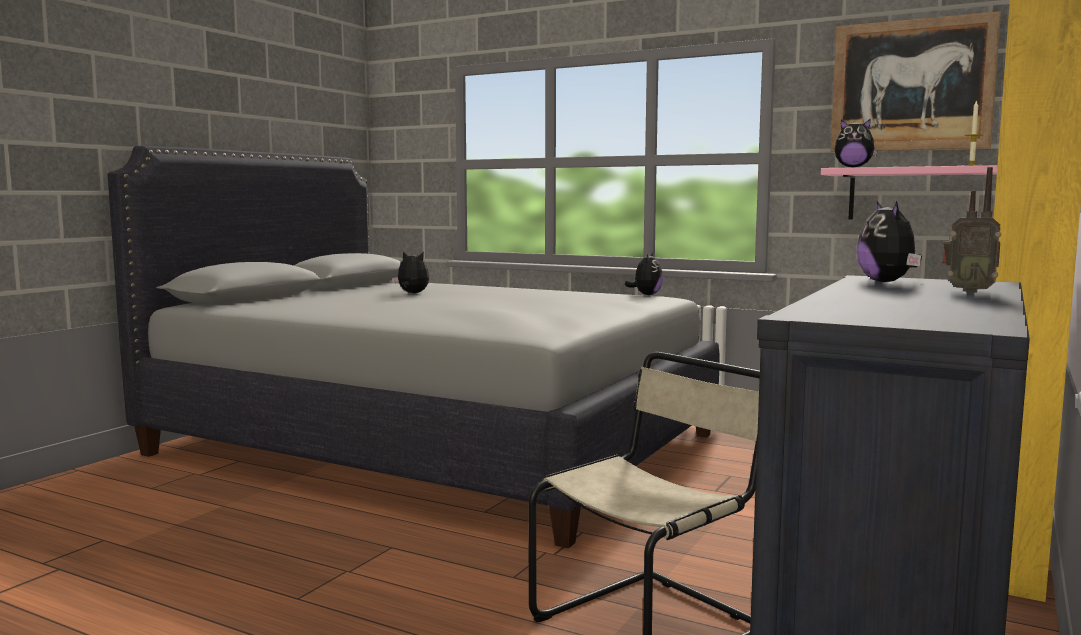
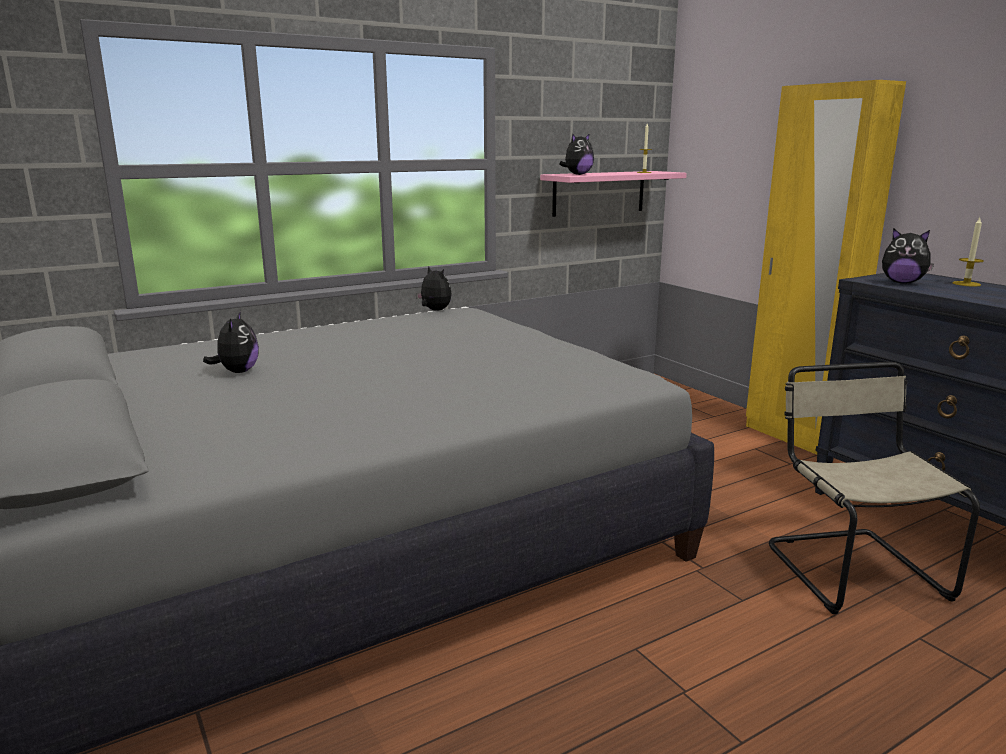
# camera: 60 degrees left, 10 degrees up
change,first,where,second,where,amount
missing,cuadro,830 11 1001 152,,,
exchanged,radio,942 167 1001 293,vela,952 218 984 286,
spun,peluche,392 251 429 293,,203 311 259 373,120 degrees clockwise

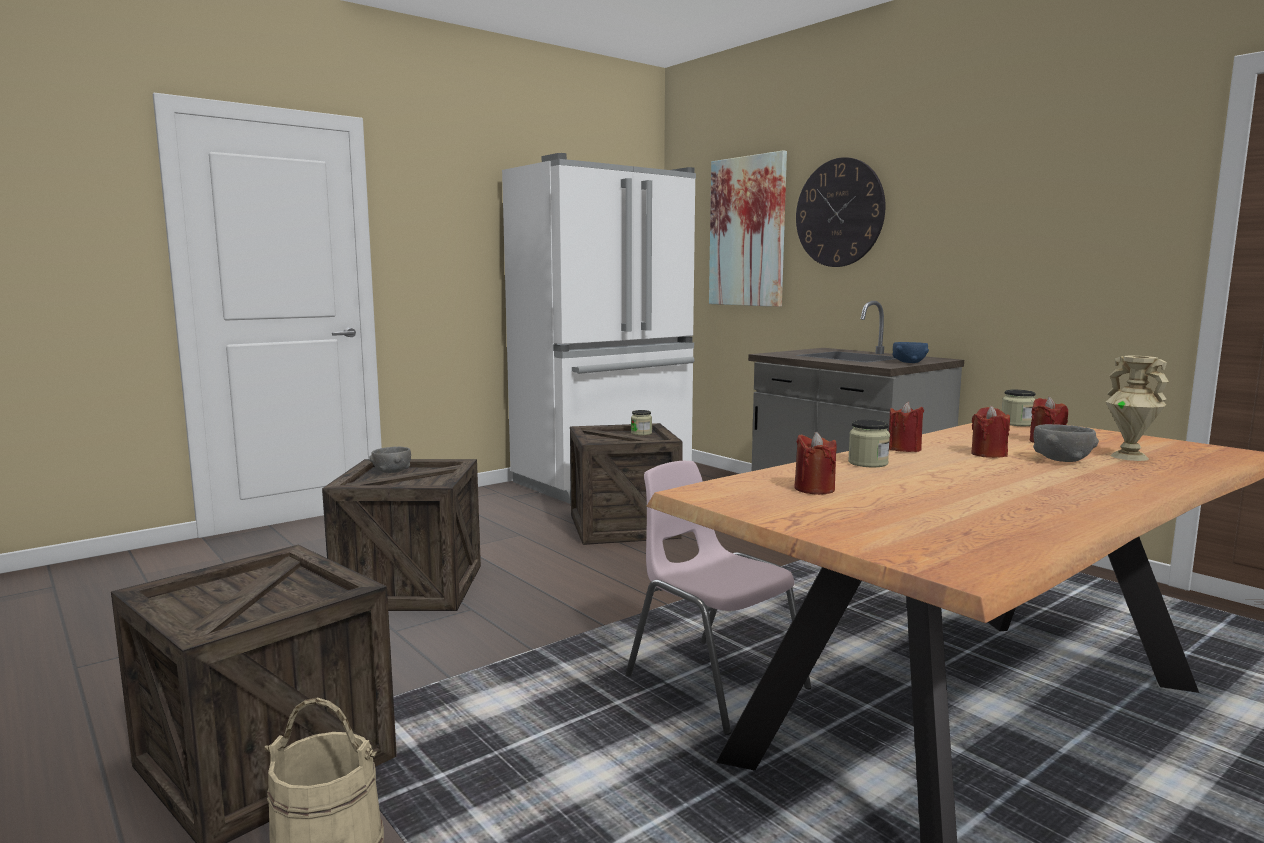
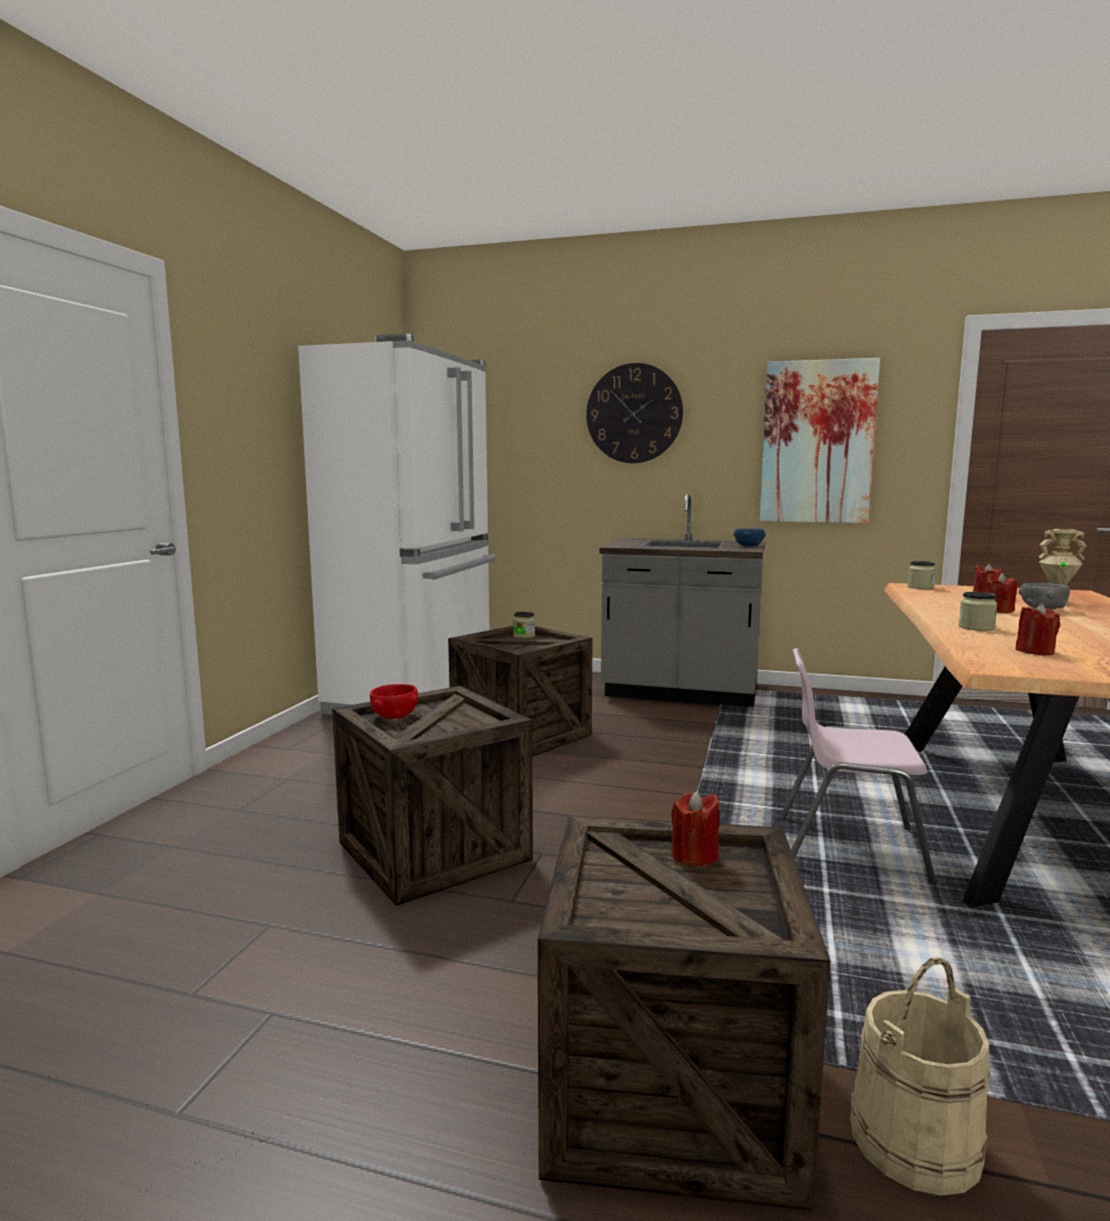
# camera: 35 degrees left, 0 degrees up
change,first,where,second,where,amount
relocated,cuadro,709 150 787 307,,760 358 880 523,
relocated,vela (rojo),889 402 924 452,,671 790 719 866,
colour,cuenco (gris),370 447 411 473,cuenco (rojo),370 684 418 719,

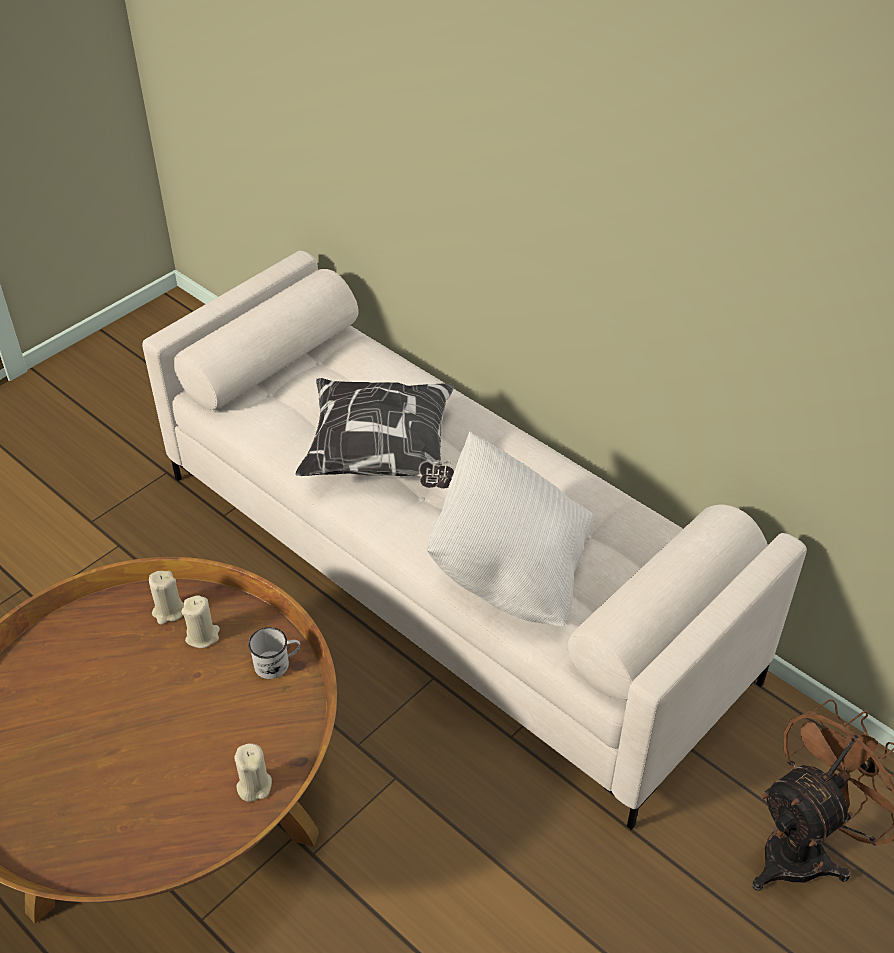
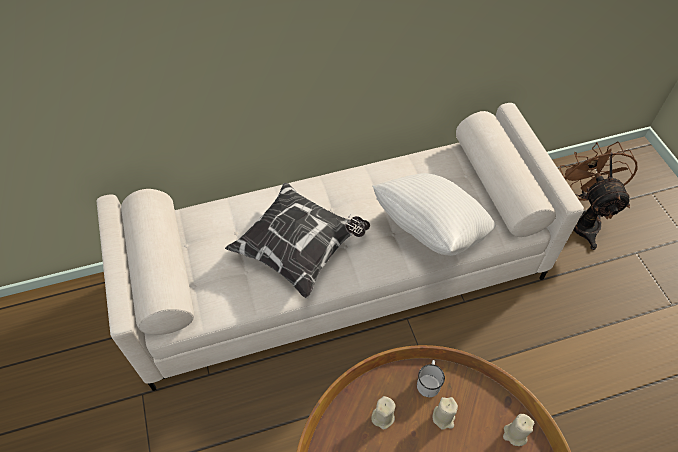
# camera: 60 degrees left, 10 degrees up
change,first,where,second,where,amount
relocated,vela (beis),149 571 184 624,,432 397 458 430,

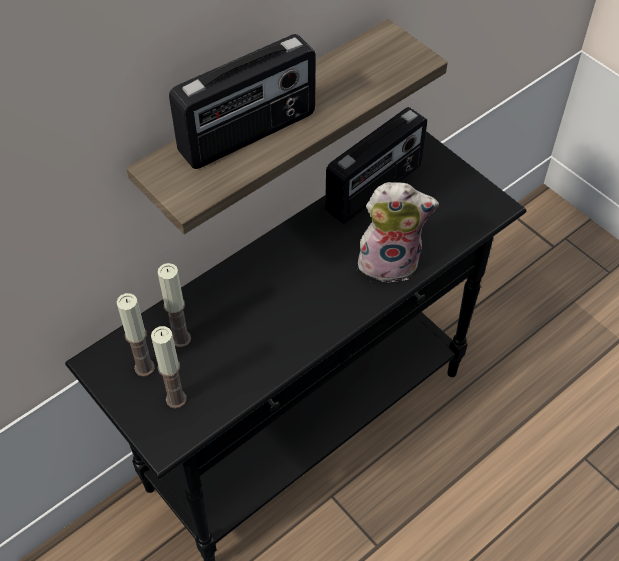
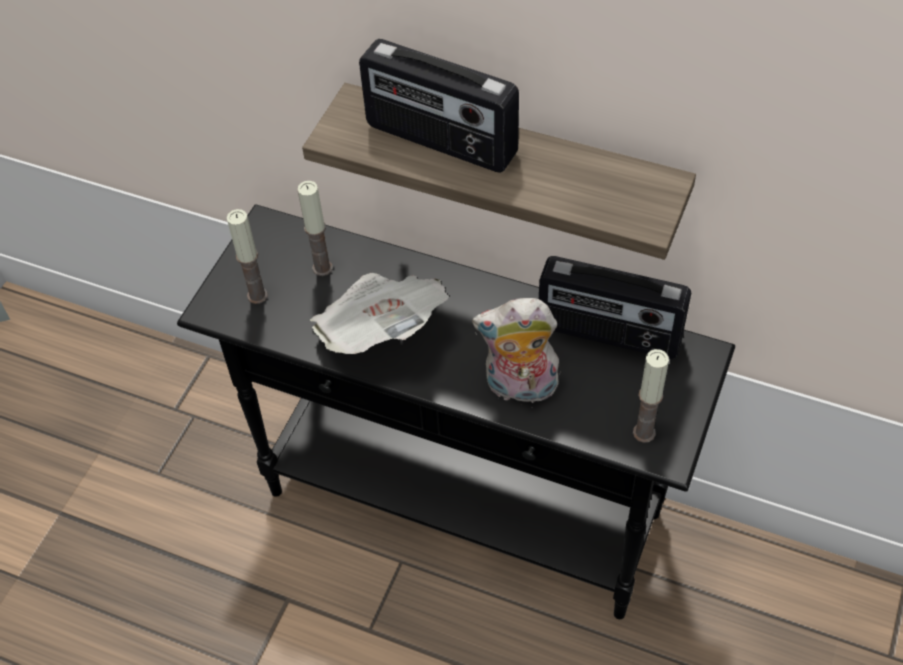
# camera: 65 degrees right, 0 degrees up
change,first,where,second,where,amount
spun,peluche,358 182 439 283,,472 298 561 403,120 degrees clockwise
relocated,vela,116 293 155 377,,633 349 669 443,
appeared,,,periódico,310 273 449 354,

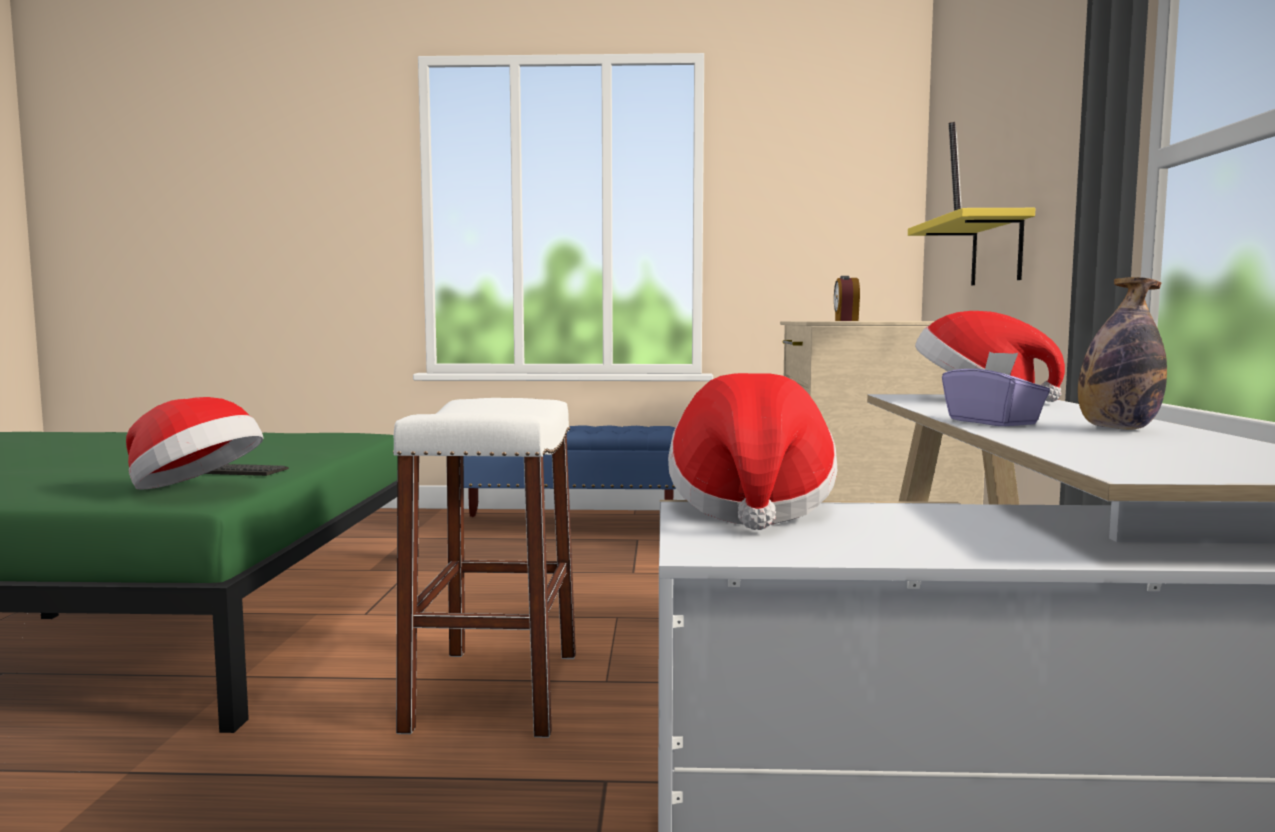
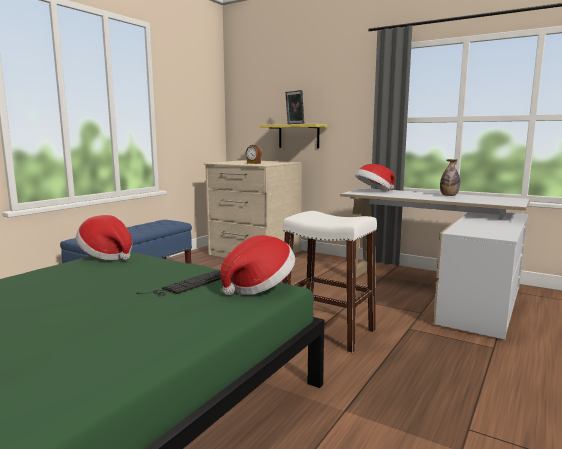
# camera: 60 degrees left, 5 degrees up
change,first,where,second,where,amount
missing,caja de pañuelos (morado),942 352 1050 426,,,
relocated,sombrero,668 373 837 530,,76 215 132 260,

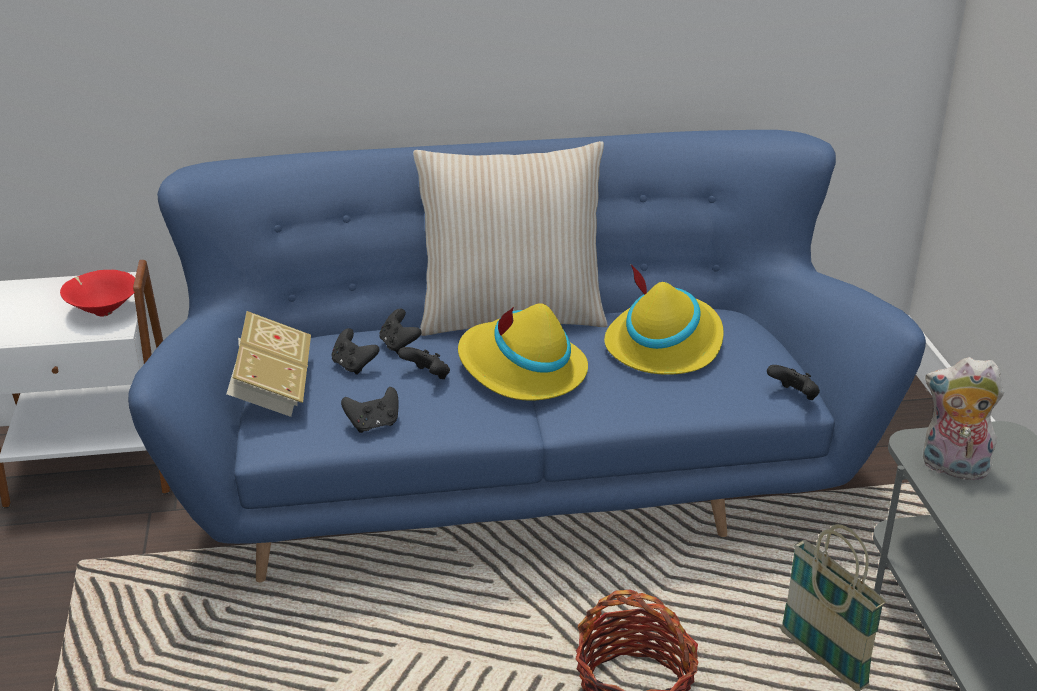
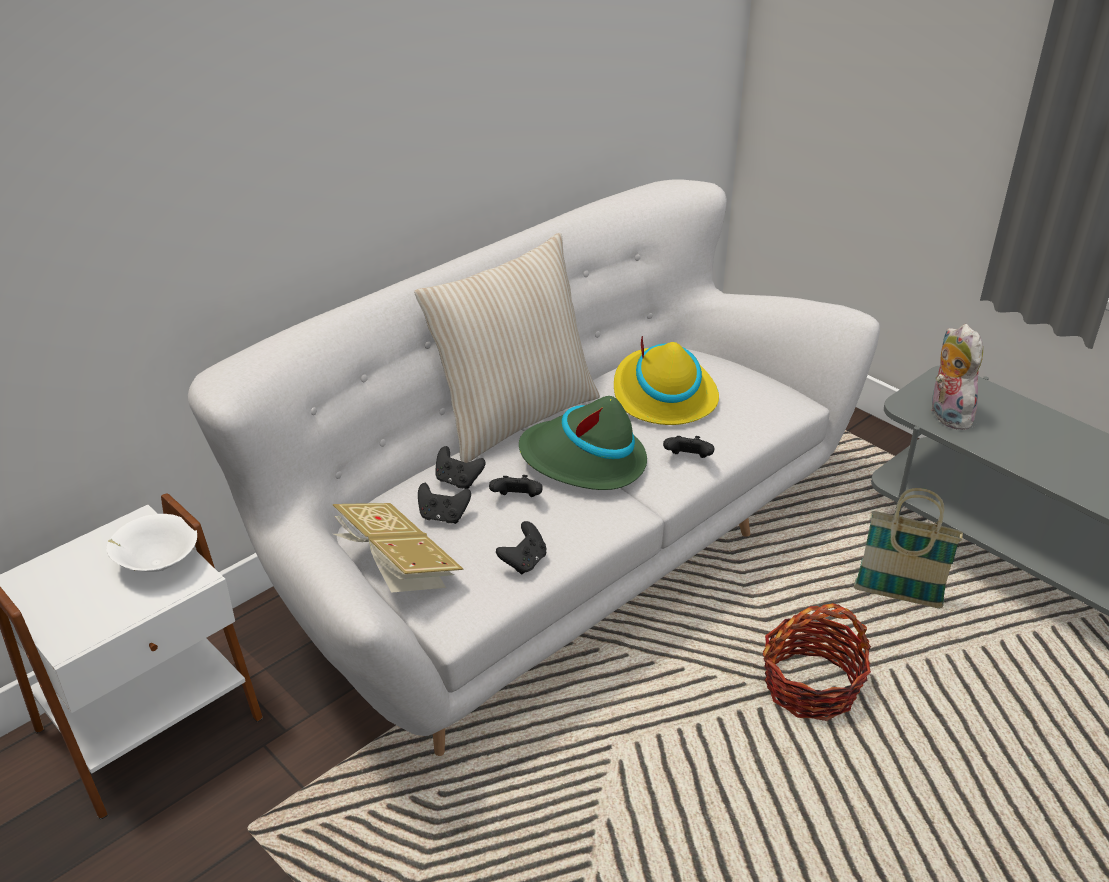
# camera: 35 degrees left, 5 degrees up
change,first,where,second,where,amount
colour,sofá (azul),128 130 926 582,sofá (blanco),188 179 880 756,
colour,cuenco (rojo),60 270 135 317,cuenco (blanco),106 514 197 572,
colour,sombrero (amarillo),458 303 588 401,sombrero (verde),519 396 647 490,
spun,peluche,923 357 1004 480,,931 324 983 430,90 degrees clockwise
relocated,mando de consola (negro),767 365 820 400,,663 436 715 458,

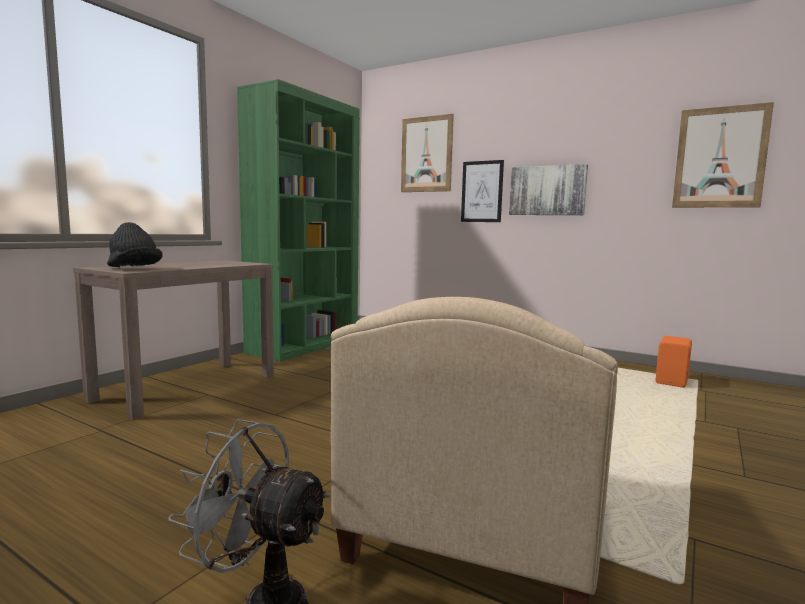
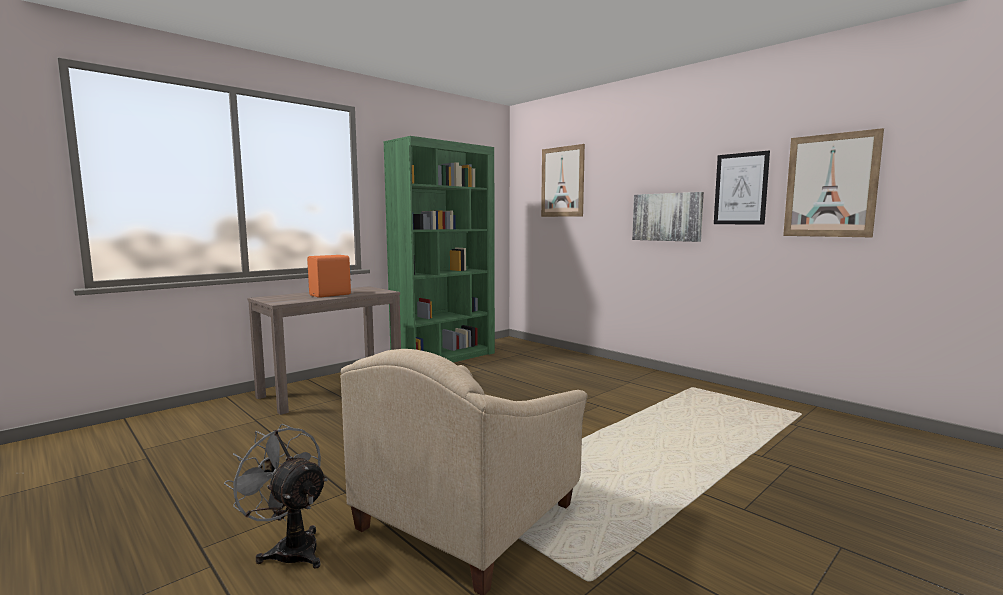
# camera: 15 degrees right, 0 degrees up
change,first,where,second,where,amount
relocated,cuadro,461 160 504 222,,714 150 770 224,
missing,sombrero (negro),107 222 163 267,,,
relocated,altavoz (naranja),655 336 692 388,,307 255 351 298,

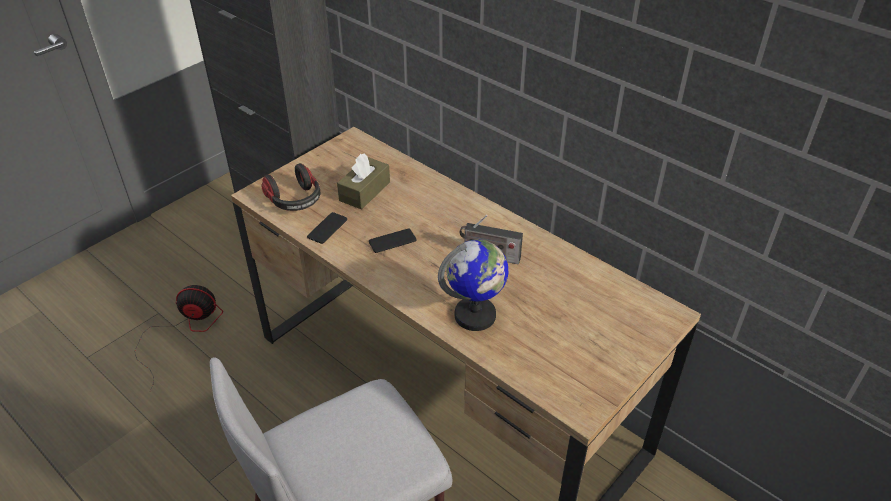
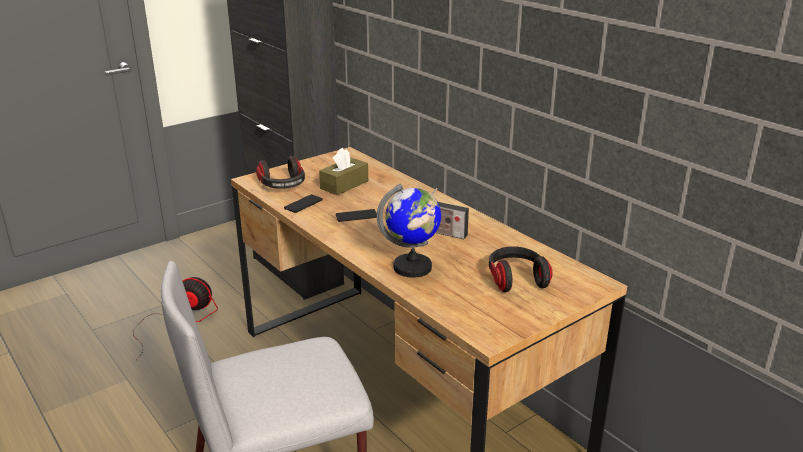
# camera: 10 degrees right, 15 degrees down
change,first,where,second,where,amount
appeared,,,auriculares,489 246 553 292,

